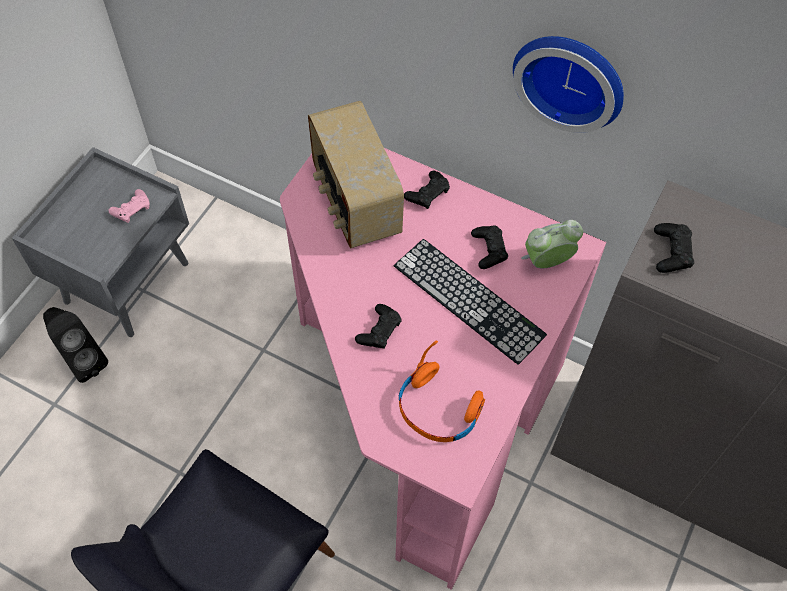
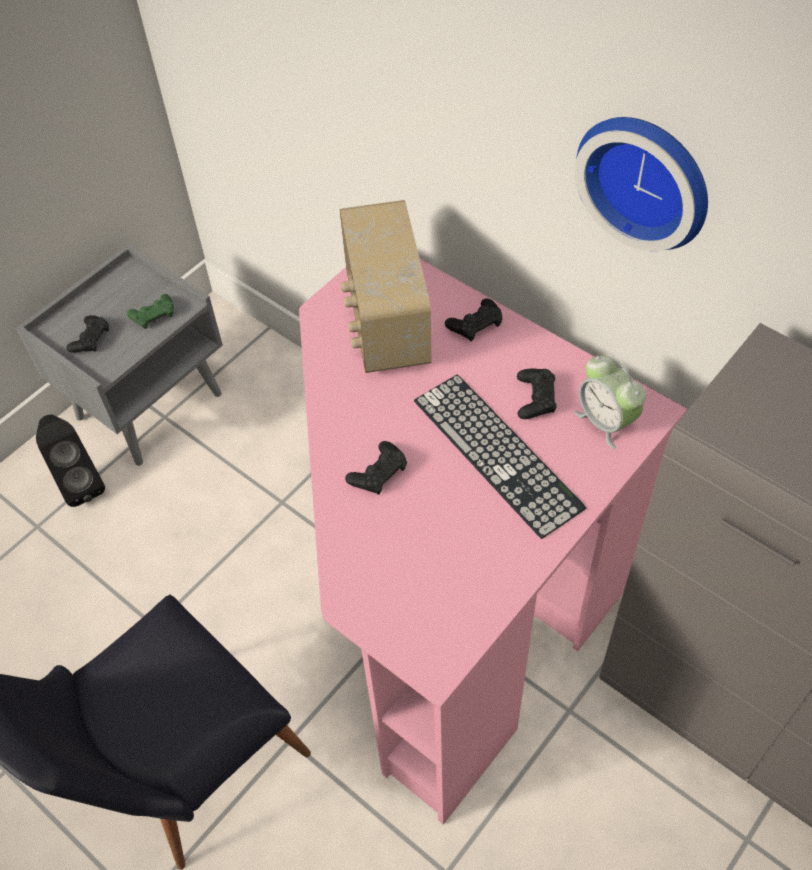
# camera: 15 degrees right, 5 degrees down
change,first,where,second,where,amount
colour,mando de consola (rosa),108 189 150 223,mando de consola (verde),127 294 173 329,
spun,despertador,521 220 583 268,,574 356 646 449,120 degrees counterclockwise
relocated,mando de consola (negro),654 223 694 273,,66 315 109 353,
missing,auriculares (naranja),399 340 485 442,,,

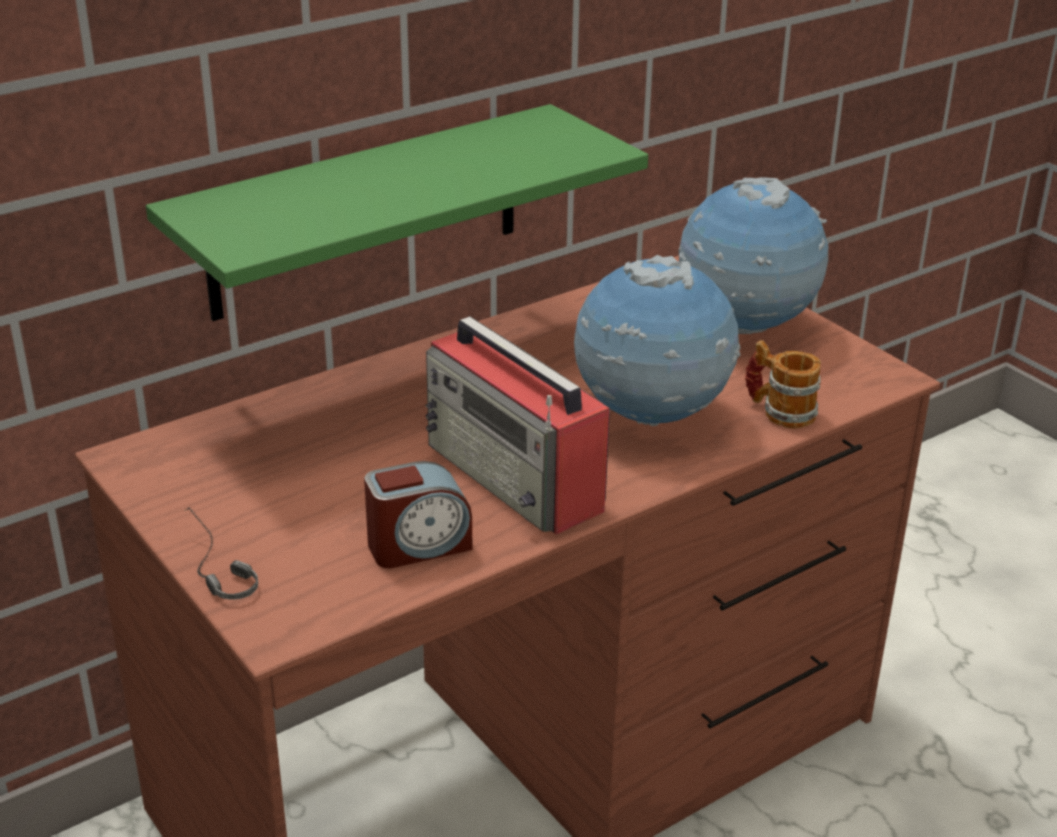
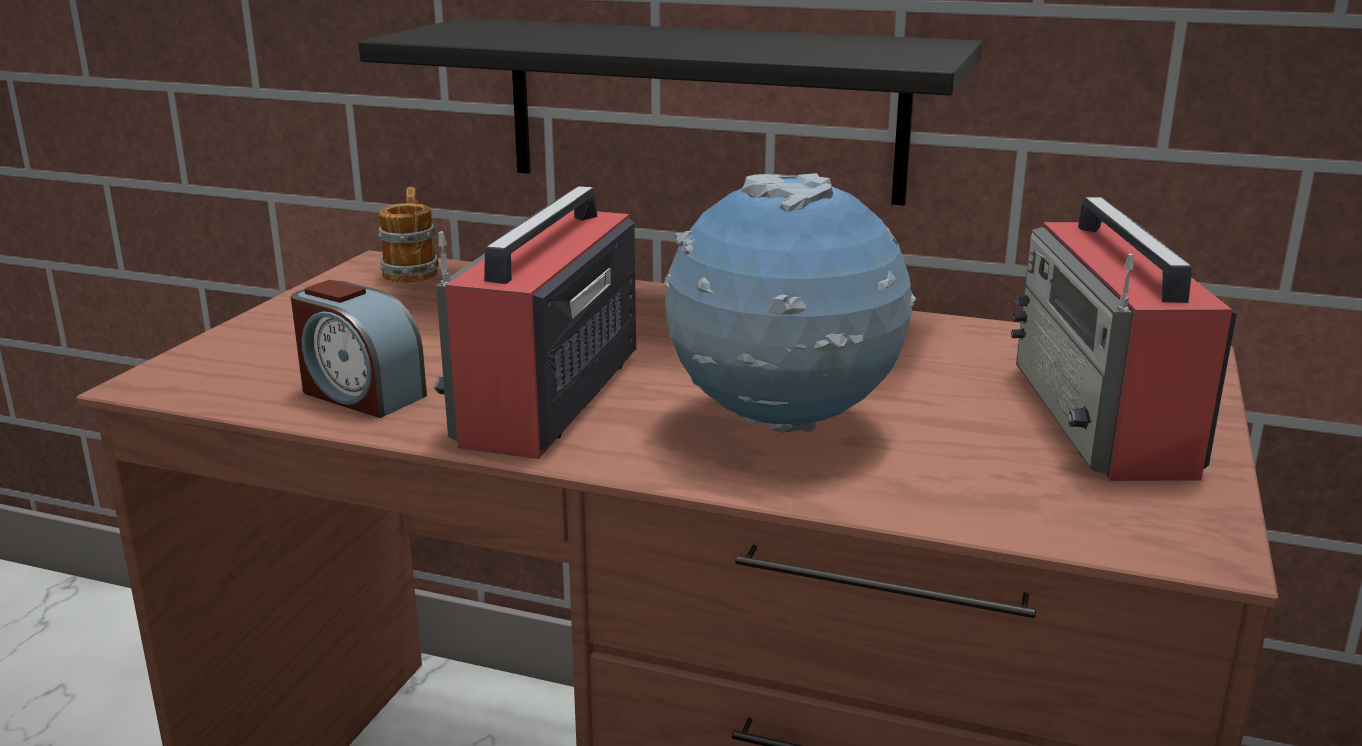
# camera: 55 degrees right, 10 degrees down
change,first,where,second,where,amount
colour,estante (verde),146 104 648 321,estante (negro),359 18 982 206,
exchanged,globo terráqueo,678 177 828 334,radio,1011 197 1237 481,
relocated,taza grande,745 340 821 429,,378 187 439 283,
missing,auriculares,184 507 258 600,,,

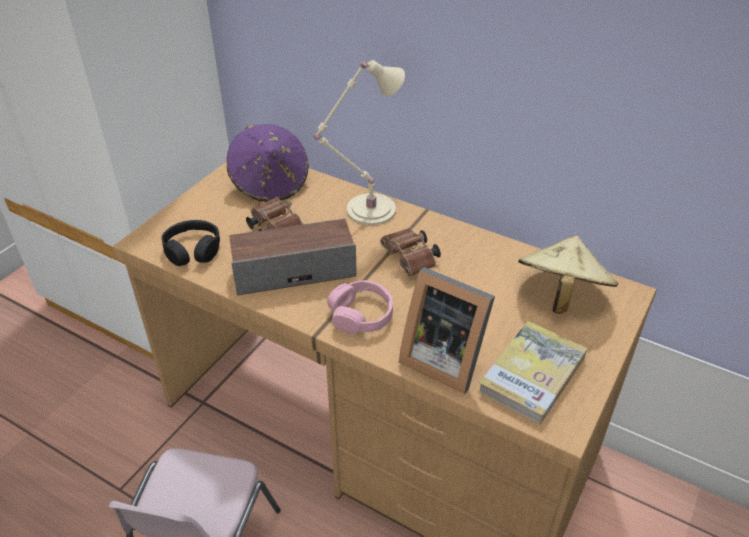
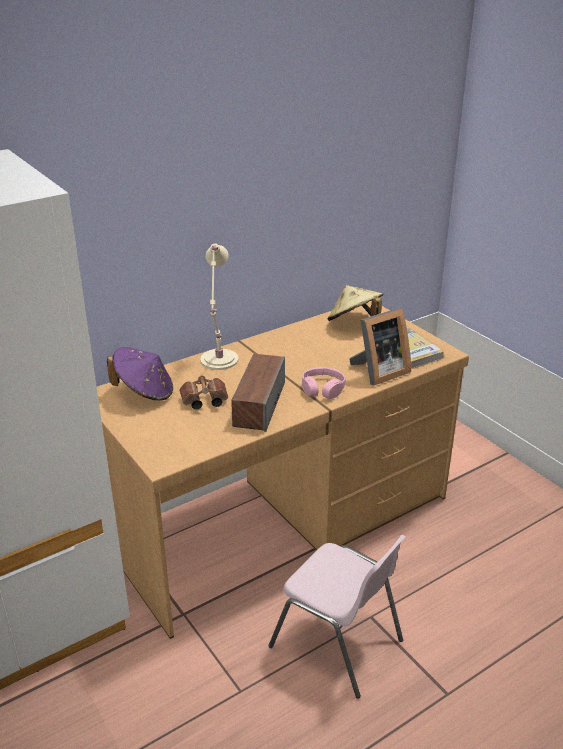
# camera: 65 degrees left, 10 degrees down
change,first,where,second,where,amount
missing,auriculares (negro),162 220 220 266,,,
missing,prismáticos (marrón),380 228 441 277,,,

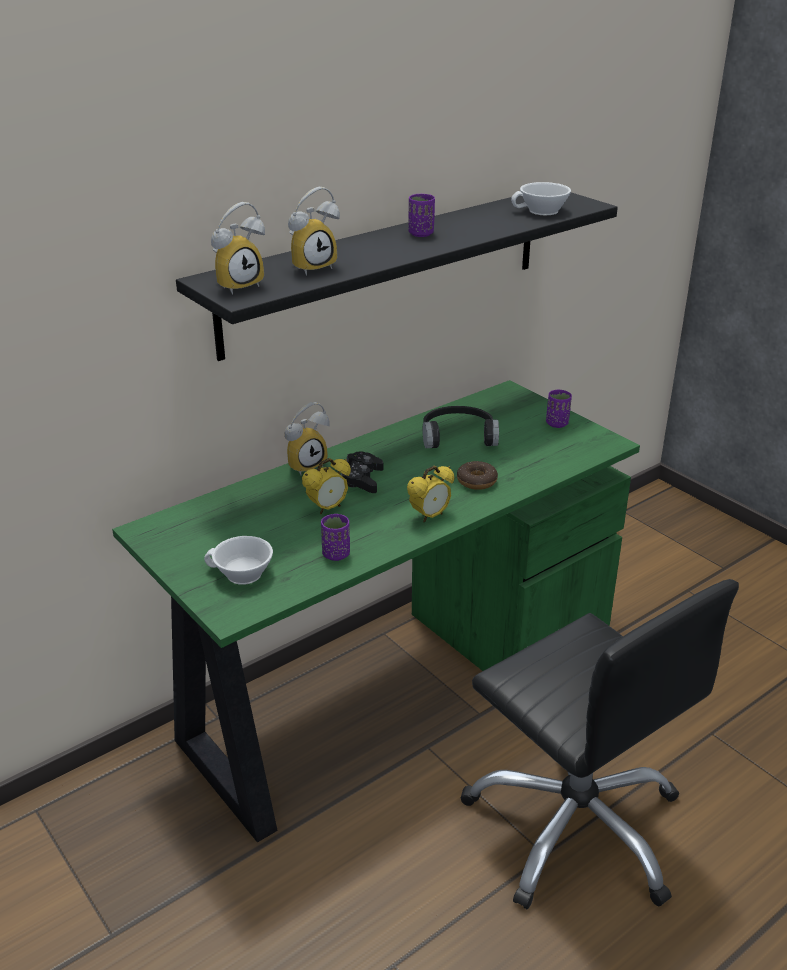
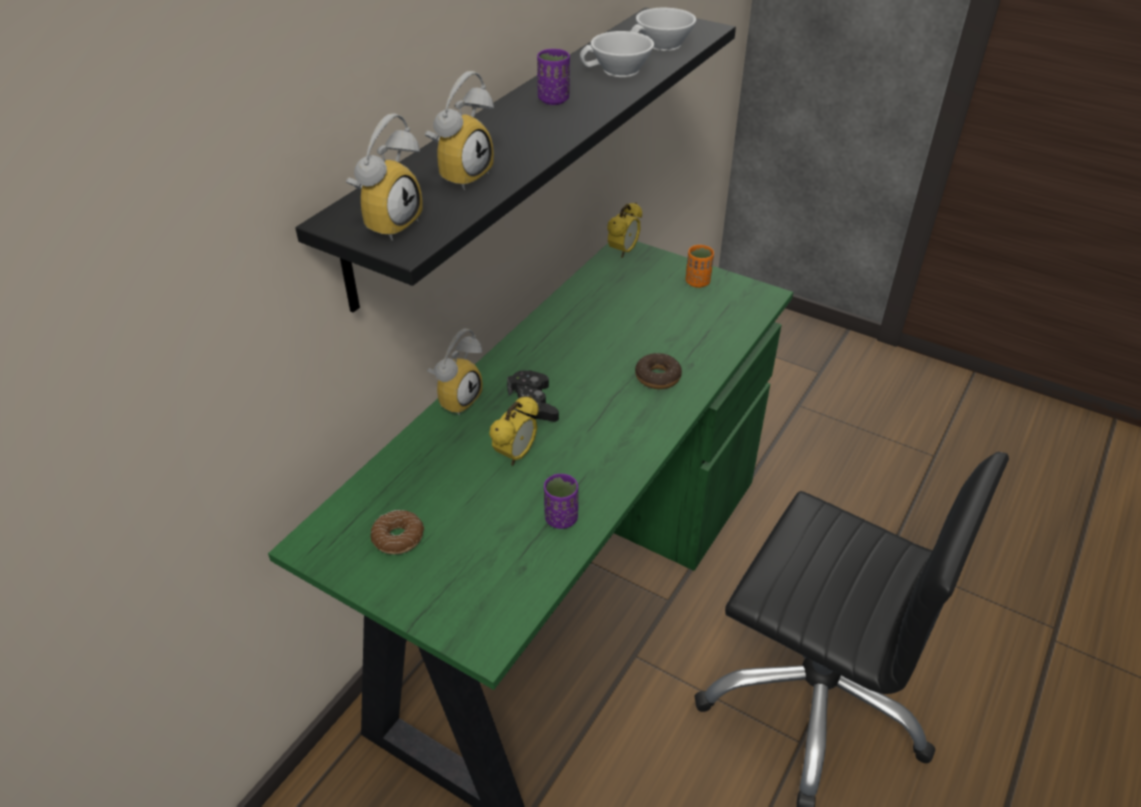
# camera: 20 degrees left, 10 degrees up
change,first,where,second,where,amount
colour,taza (morado),546 390 572 428,taza (naranja),685 245 714 288,
missing,auriculares (negro),422 406 499 448,,,
relocated,despertador,407 466 454 522,,607 203 642 258,
relocated,taza (blanco),204 536 273 585,,580 31 654 77,
appeared,,,rosquilla,371 510 424 554,

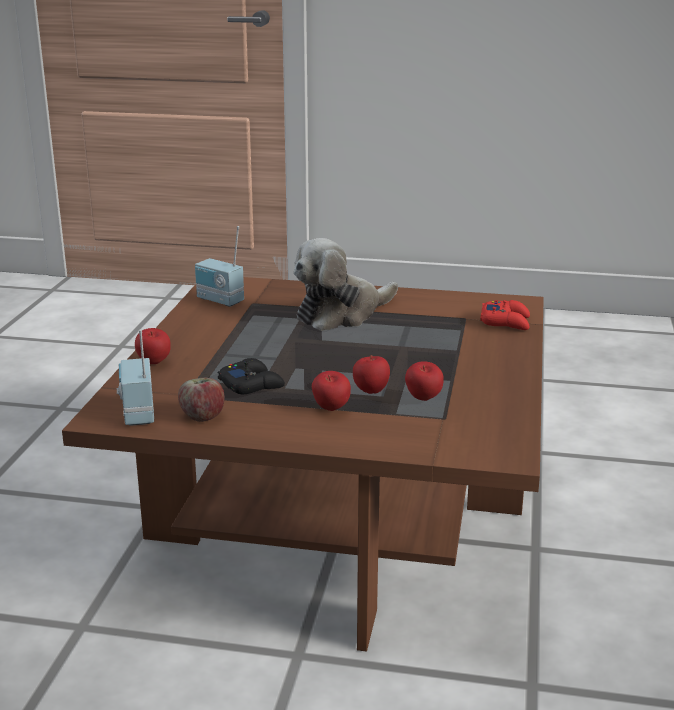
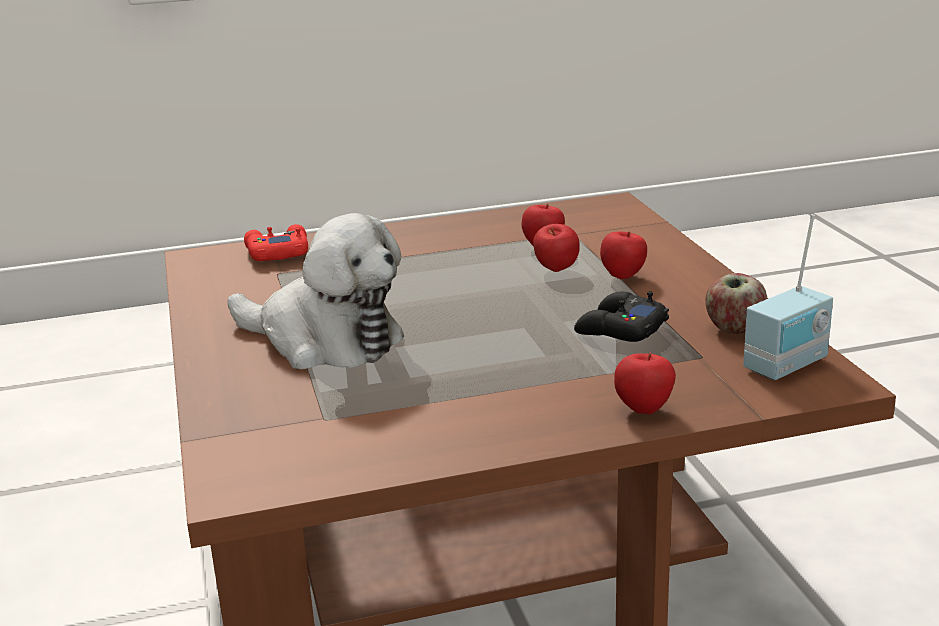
# camera: 115 degrees left, 0 degrees up
change,first,where,second,where,amount
missing,radio,195 226 244 307,,,

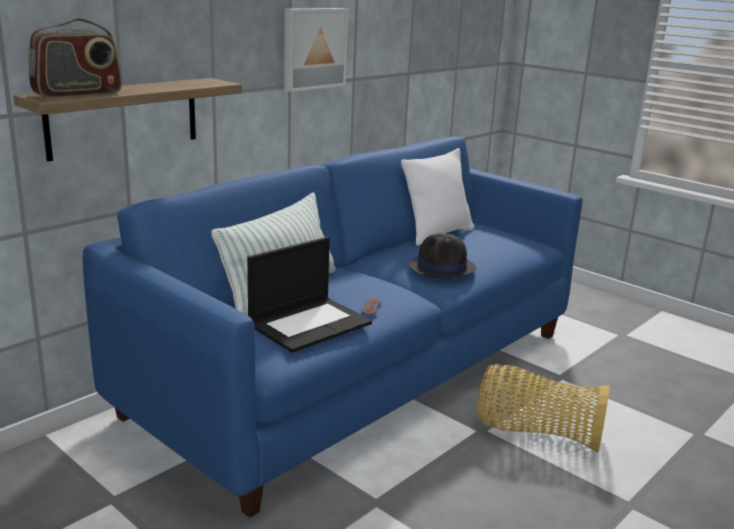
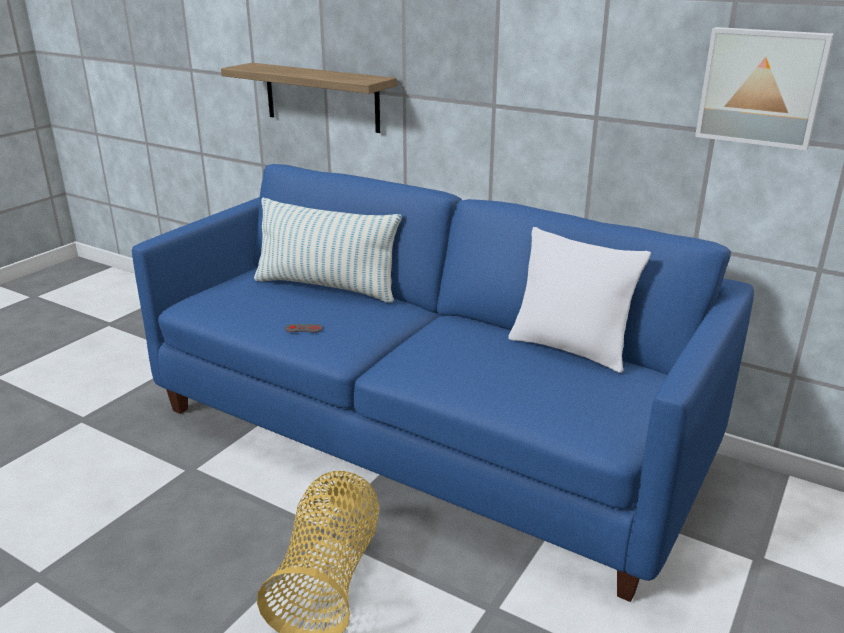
# camera: 80 degrees right, 5 degrees up
change,first,where,second,where,amount
relocated,cuadro,284 8 348 92,,695 27 834 151,
missing,radio,29 18 122 98,,,
missing,sombrero (negro),408 233 476 279,,,
missing,portátil,247 237 372 353,,,

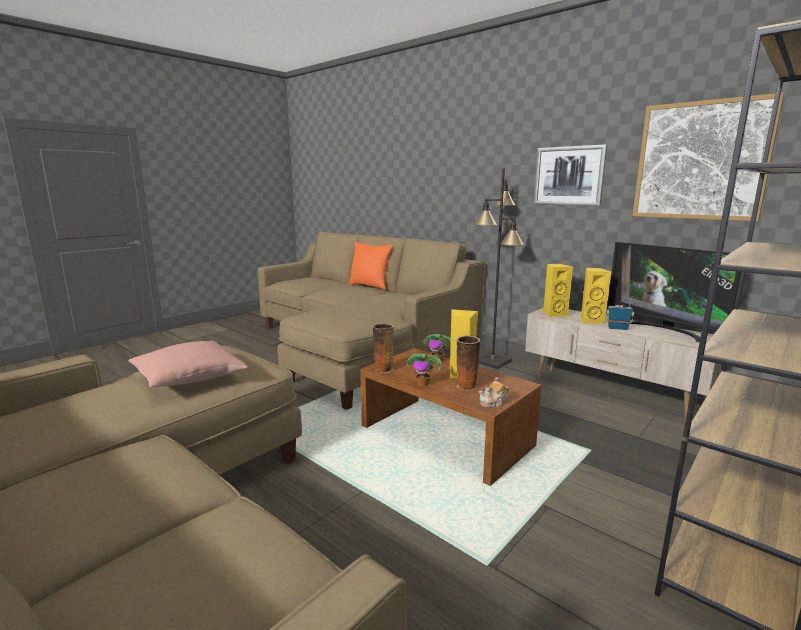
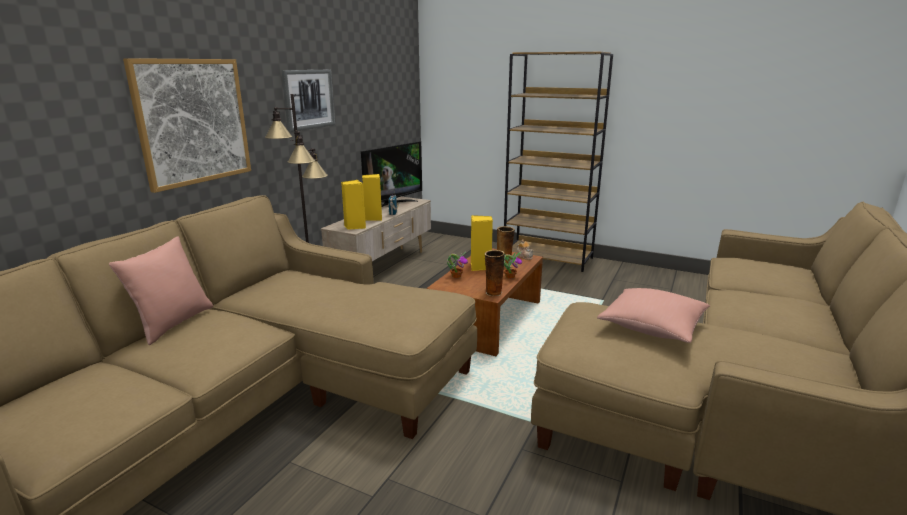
# camera: 105 degrees left, 5 degrees up
change,first,where,second,where,amount
relocated,cuadro,632 93 784 221,,123 58 251 193,
colour,cojín (naranja),349 242 393 290,cojín (rosa),109 236 213 345,

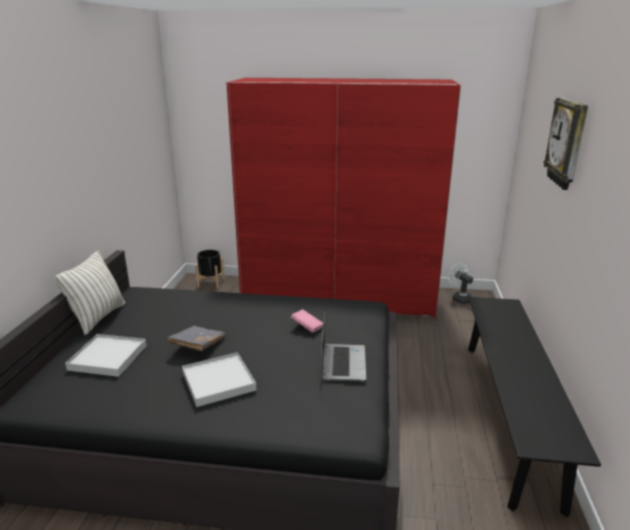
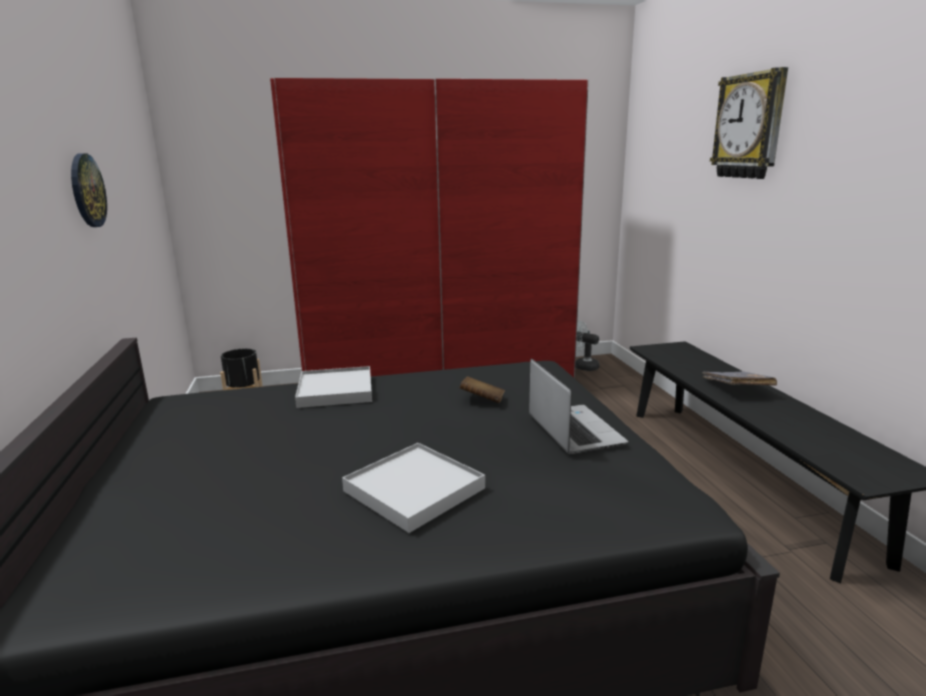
# camera: 20 degrees left, 5 degrees down
change,first,where,second,where,amount
missing,cojín,54 251 125 335,,,
colour,libro (rosa),291 309 323 333,libro (marrón),460 376 505 403,
relocated,libro (gris),167 326 225 351,,702 371 777 386,
relocated,bandeja (blanco),65 334 146 377,,295 366 372 408,
appeared,,,reloj de pared,71 153 107 227,

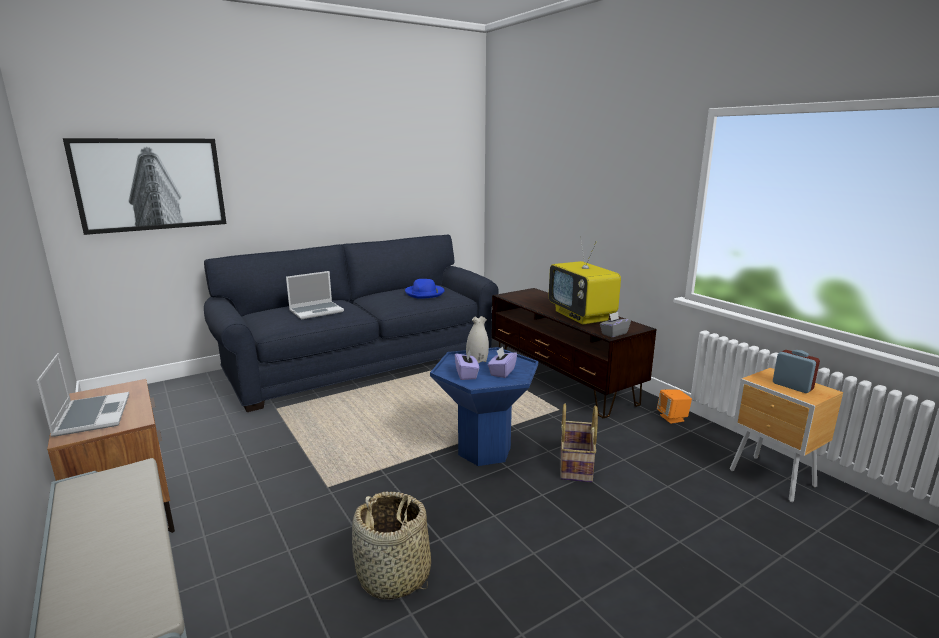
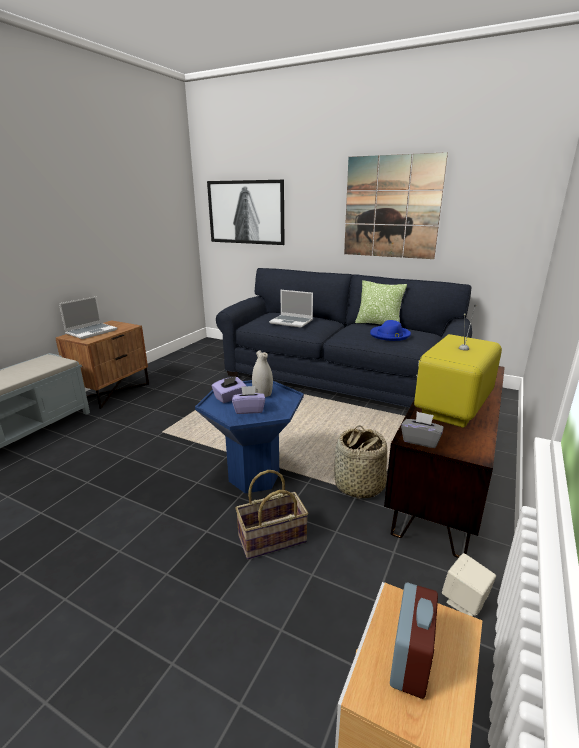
# camera: 60 degrees right, 5 degrees up
change,first,where,second,where,amount
colour,altavoz (naranja),657 390 692 424,altavoz (beis),442 553 496 616,
relocated,cesta,352 491 431 600,,334 425 387 499,
appeared,,,cuadro,344 152 448 259,
appeared,,,cojín,355 280 407 325,

